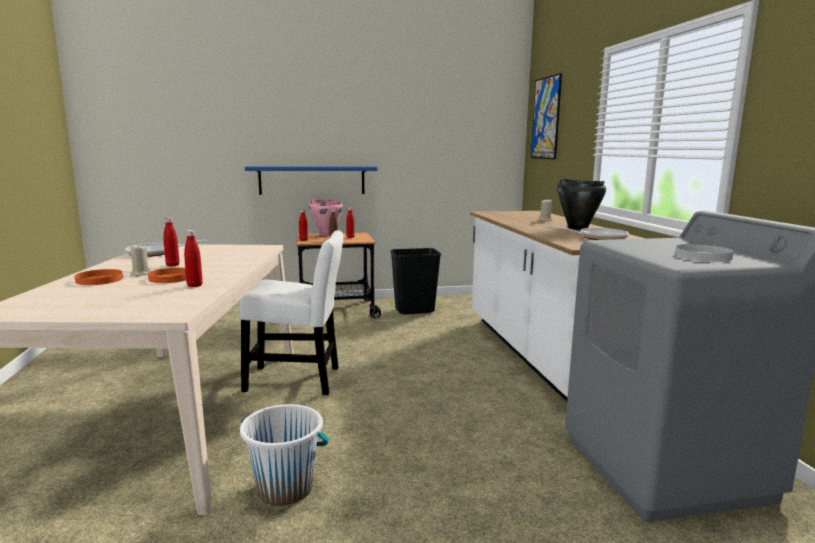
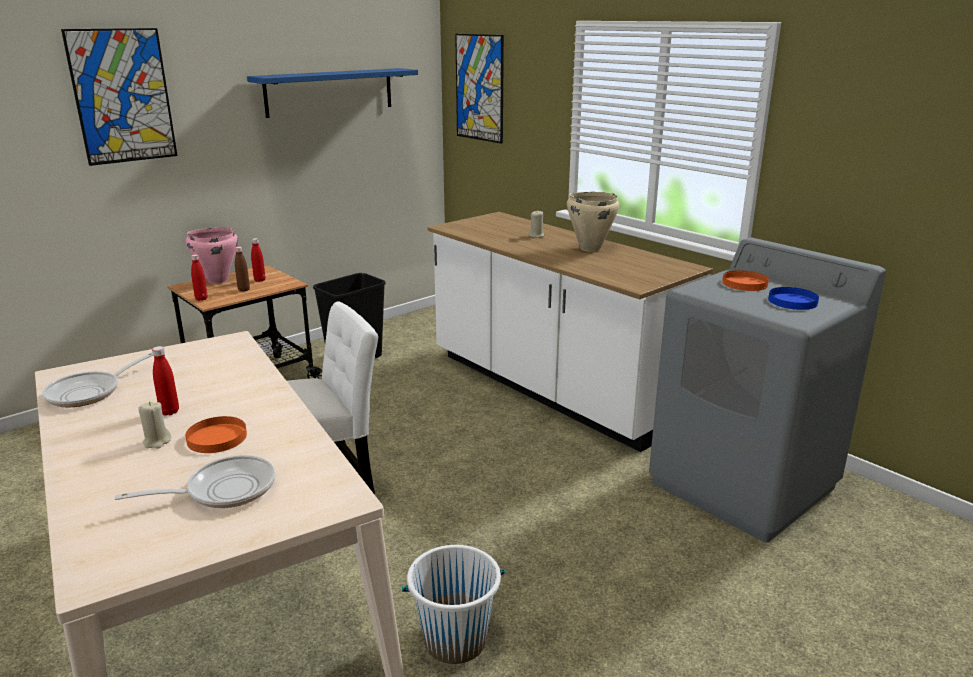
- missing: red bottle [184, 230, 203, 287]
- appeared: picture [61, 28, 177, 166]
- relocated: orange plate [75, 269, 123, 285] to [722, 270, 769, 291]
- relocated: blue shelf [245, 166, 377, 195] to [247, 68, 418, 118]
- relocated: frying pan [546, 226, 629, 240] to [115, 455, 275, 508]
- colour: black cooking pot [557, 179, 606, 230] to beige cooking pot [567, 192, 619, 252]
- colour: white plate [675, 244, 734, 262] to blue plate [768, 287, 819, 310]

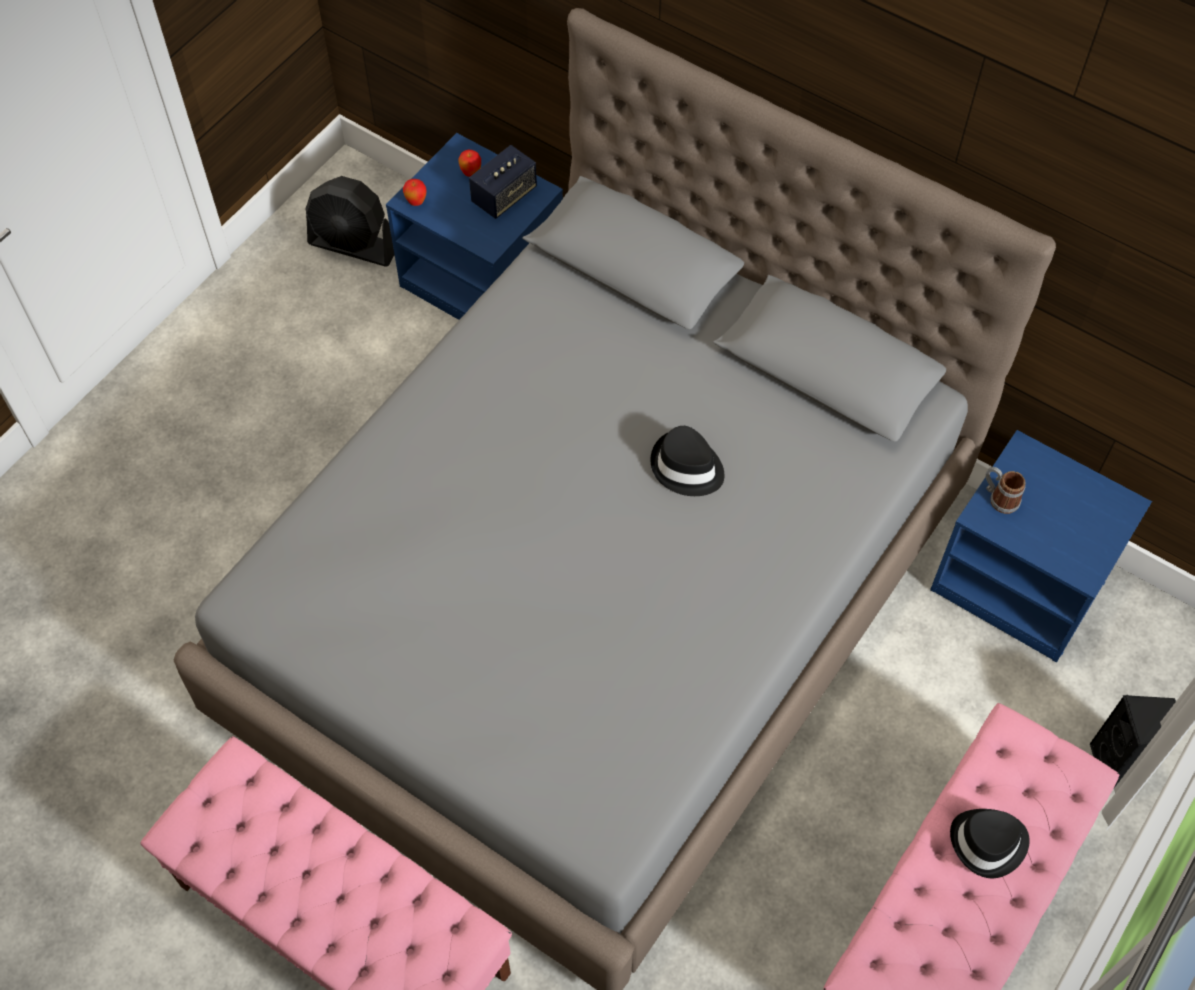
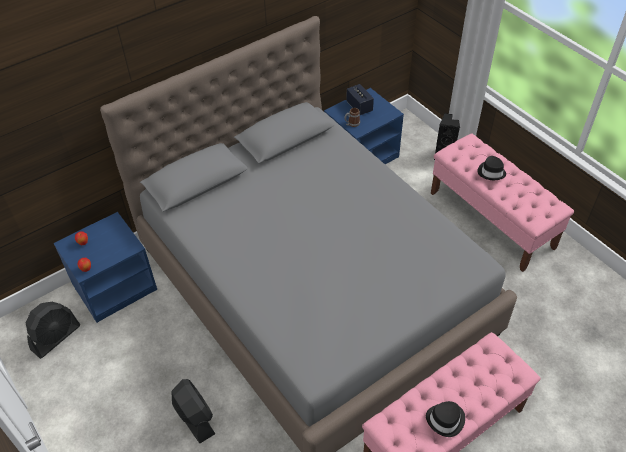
- appeared: black fan [171, 379, 215, 443]
- relocated: speaker [469, 145, 537, 219] to [346, 84, 374, 115]
- relocated: black hat [650, 426, 724, 496] to [426, 401, 465, 437]

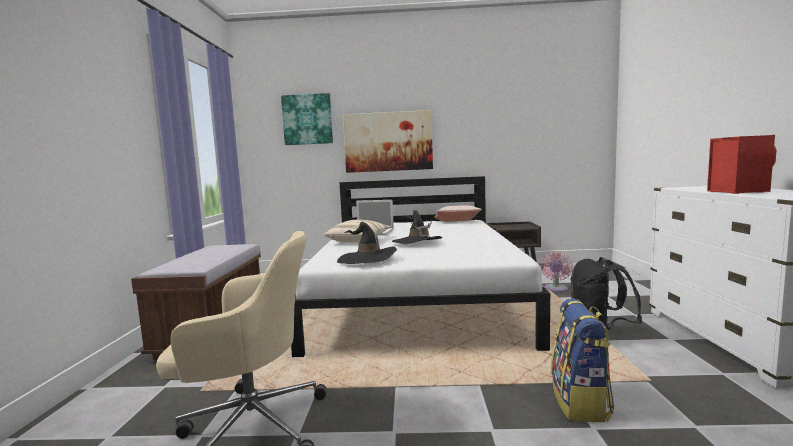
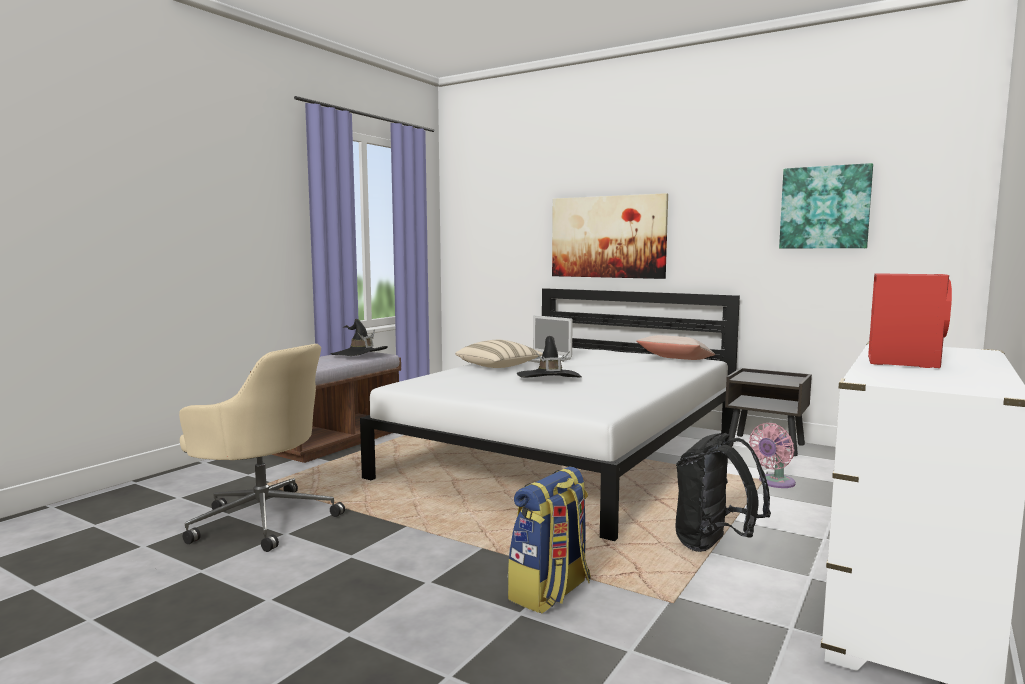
- relocated: picture [281, 93, 333, 145] to [779, 163, 873, 248]
- relocated: black hat [337, 222, 397, 264] to [330, 319, 388, 356]

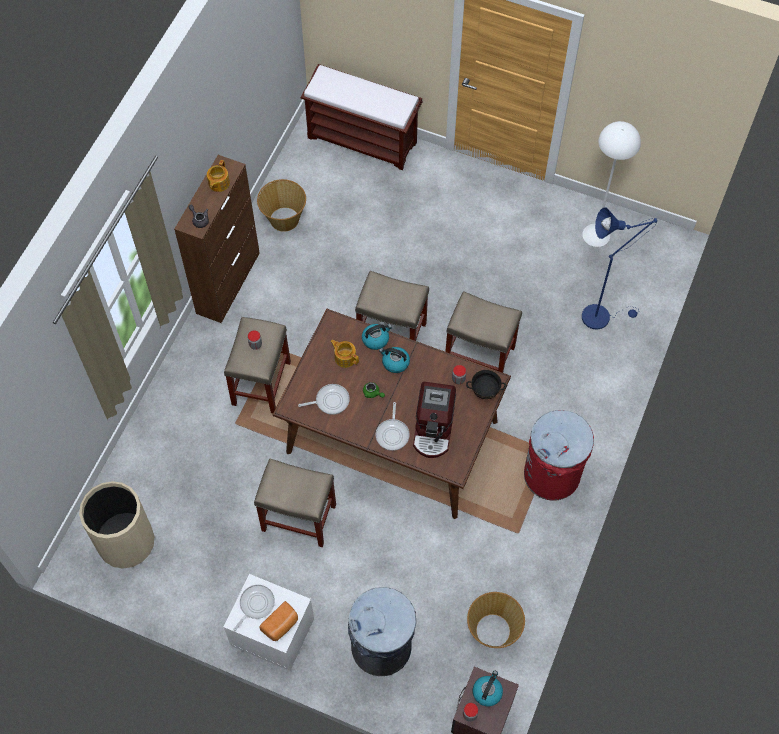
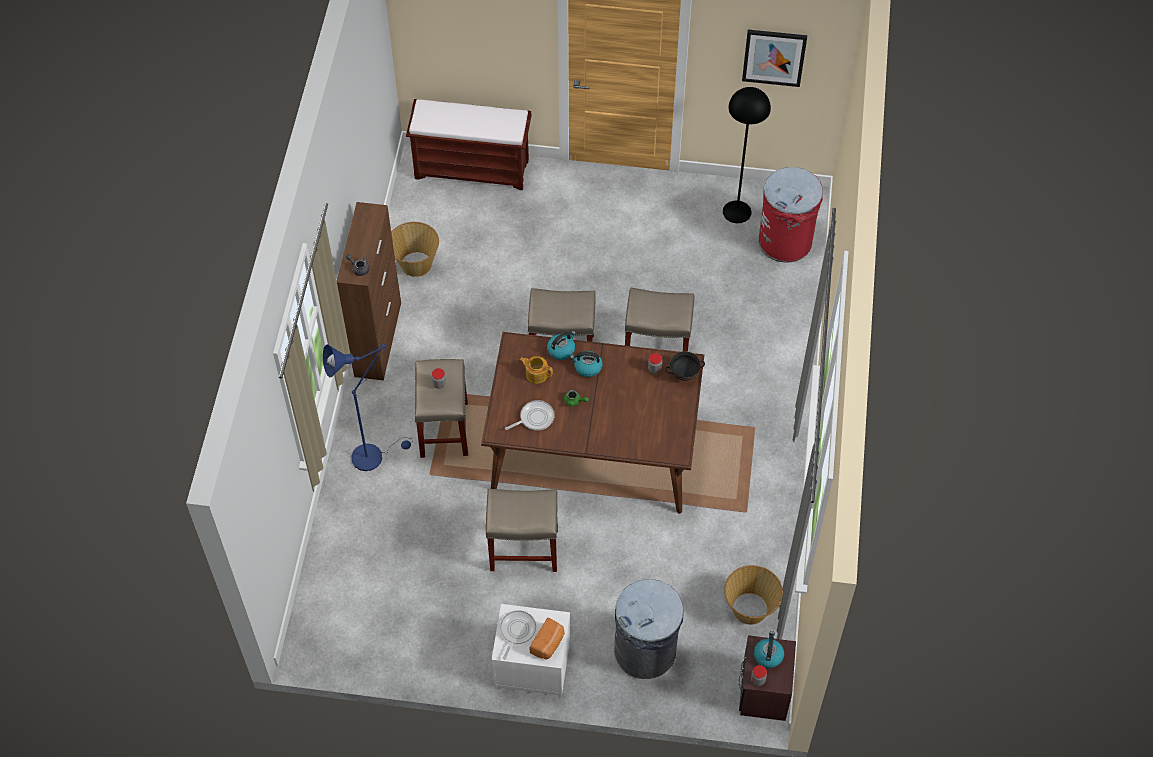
- missing: beige trash can [79, 481, 154, 569]
- missing: teapot [207, 160, 230, 192]
- missing: frying pan [376, 402, 410, 451]
- missing: coffee machine [413, 382, 456, 458]
- appeared: picture [742, 30, 807, 87]
- relocated: red trash can [524, 410, 594, 501] to [759, 167, 823, 262]
- relocated: blue floor lamp [582, 208, 657, 330] to [323, 344, 413, 471]
- colour: white floor lamp [582, 121, 641, 247] to black floor lamp [723, 87, 771, 223]

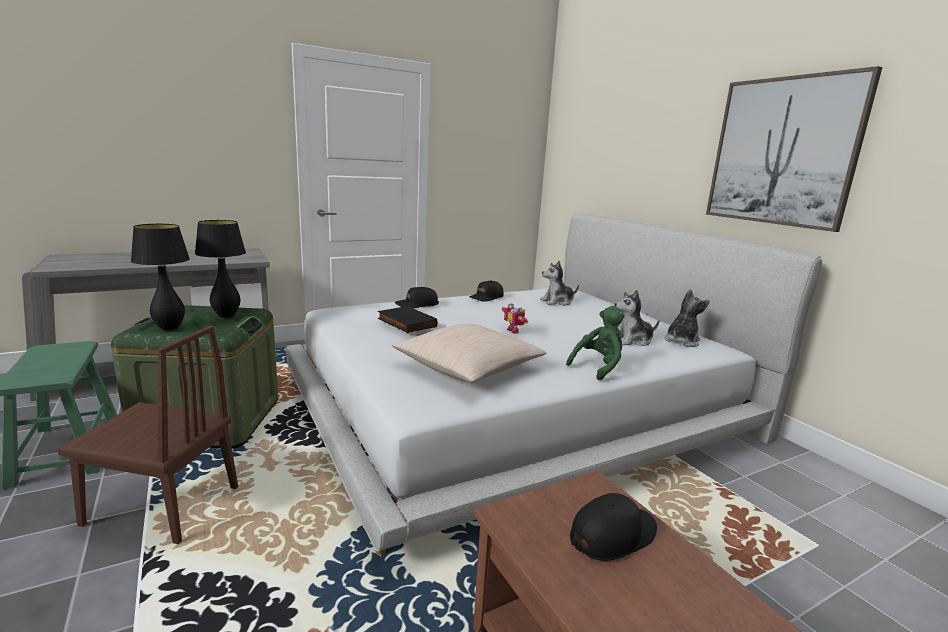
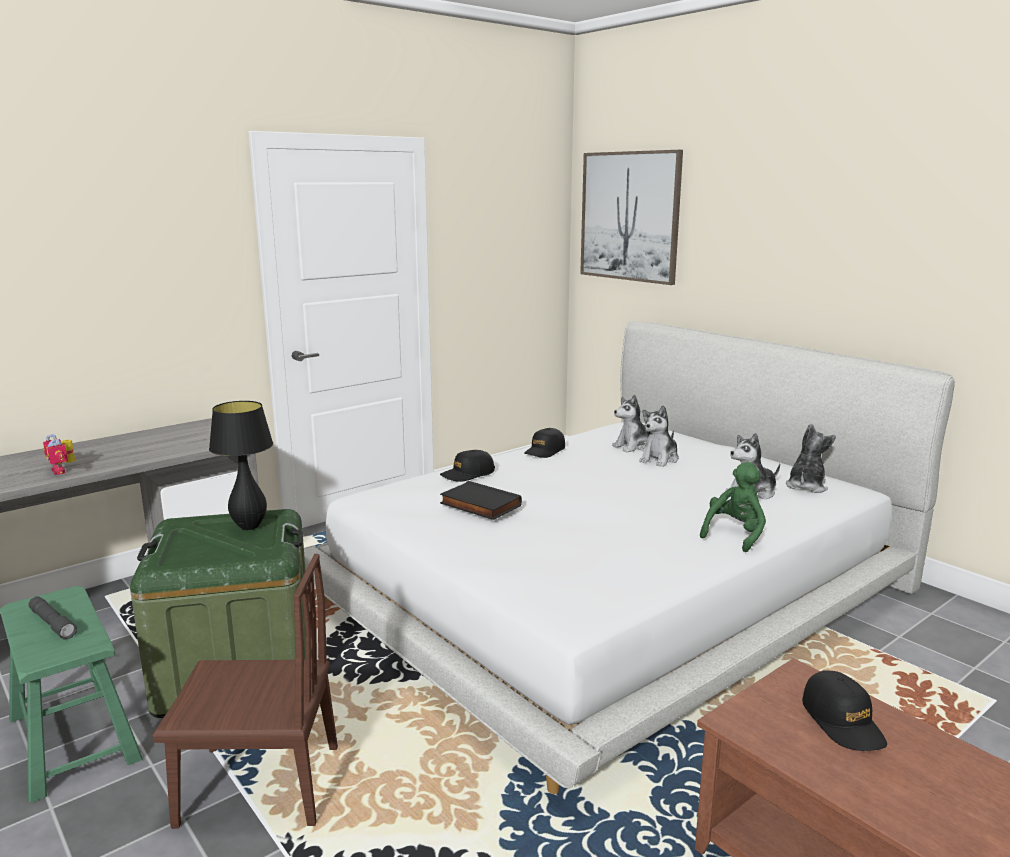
- missing: black table lamp [131, 224, 190, 330]
- missing: beige pillow [392, 323, 547, 383]
- appeared: grey flashlight [28, 597, 77, 640]
- appeared: plush toy [639, 405, 679, 467]
- relocated: toy robot [502, 303, 528, 333] to [43, 434, 75, 475]
- relocated: picture [706, 66, 882, 232] to [580, 150, 683, 285]
- spun: black cap [570, 493, 657, 561] = [802, 670, 887, 751] 120 degrees clockwise

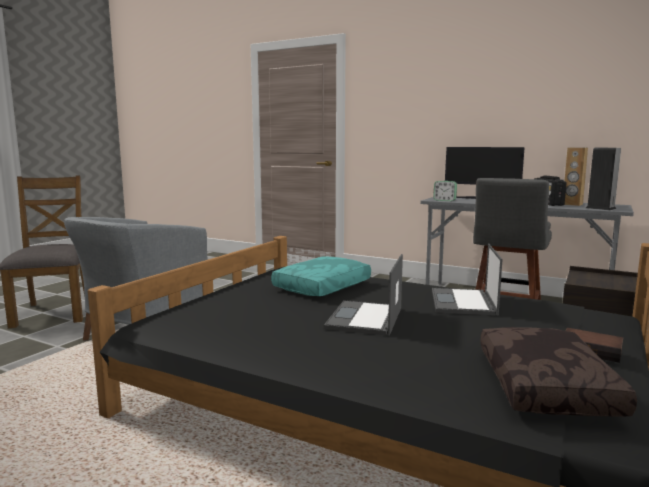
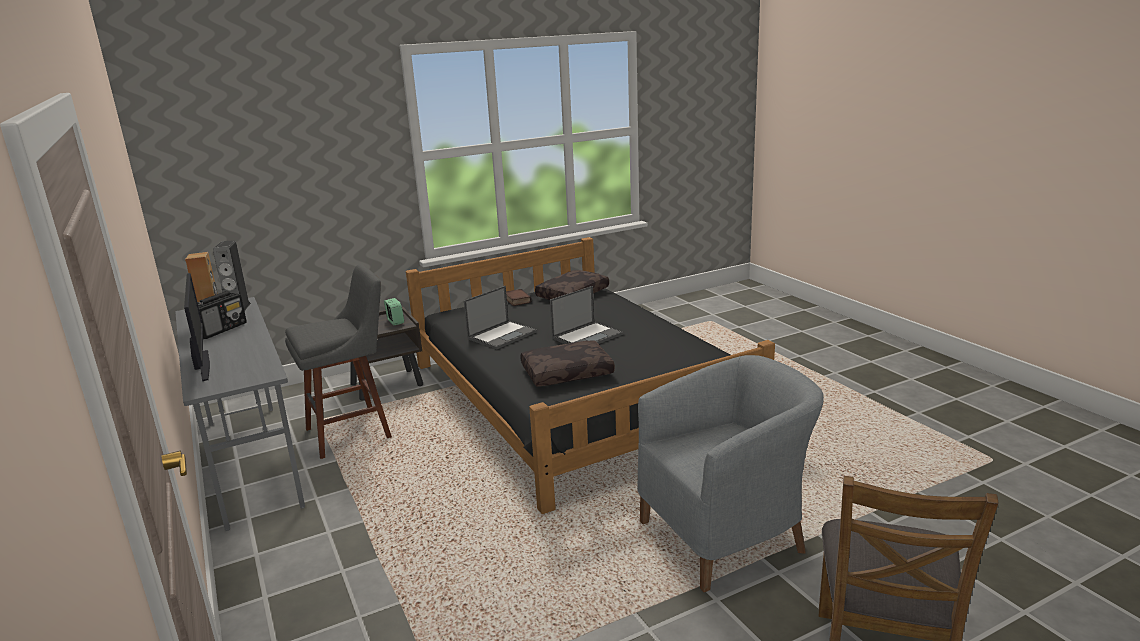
- relocated: alarm clock [433, 181, 457, 201] to [384, 298, 404, 325]
- colour: turquoise pillow [271, 256, 371, 296] to brown pillow [520, 340, 615, 387]

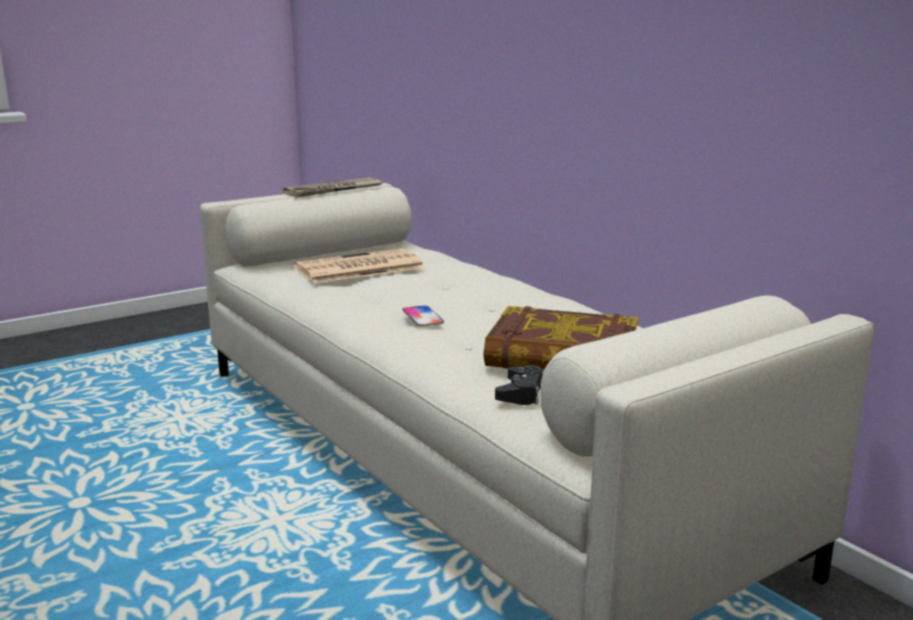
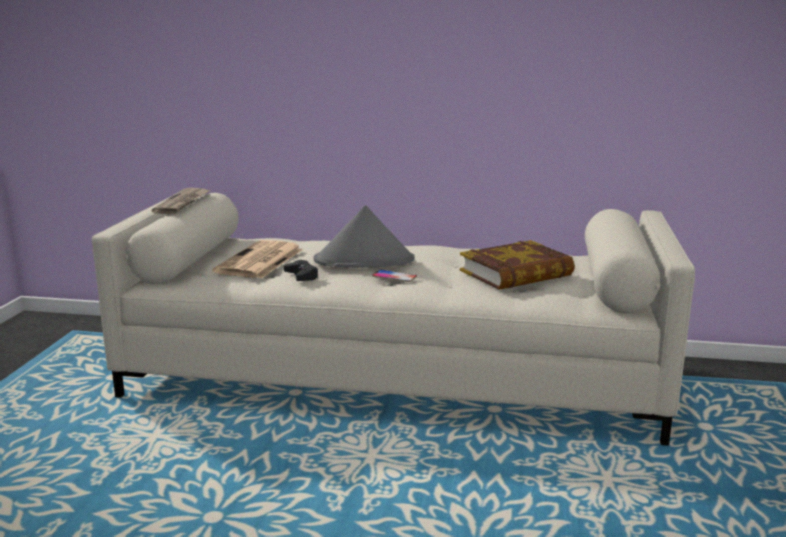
- appeared: grey hat [314, 206, 415, 268]
- relocated: black game controller [495, 365, 545, 405] to [284, 260, 319, 281]

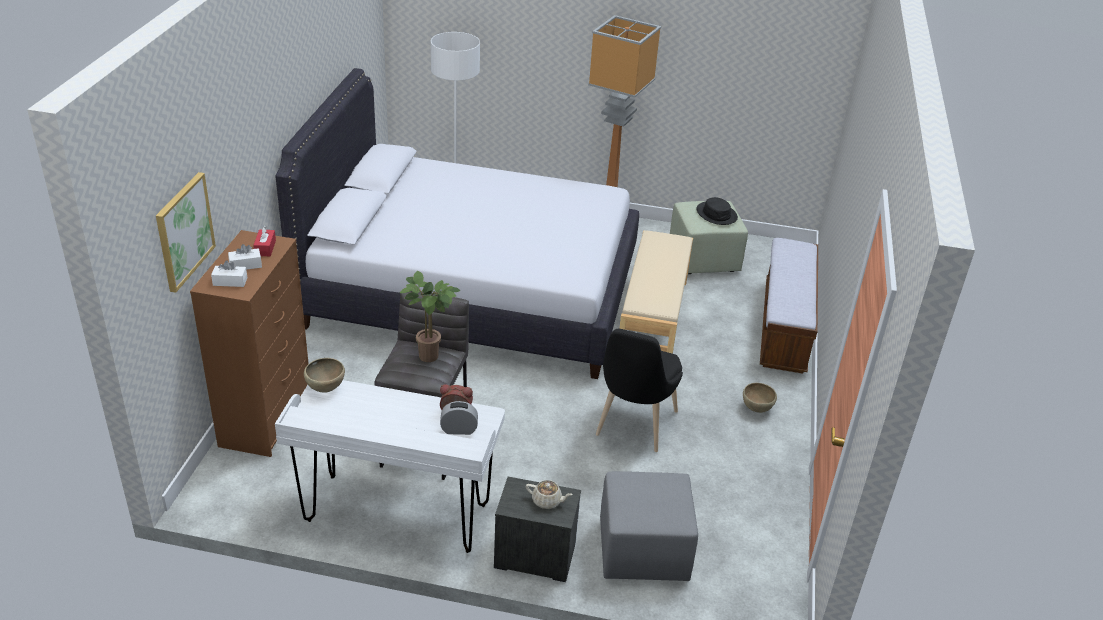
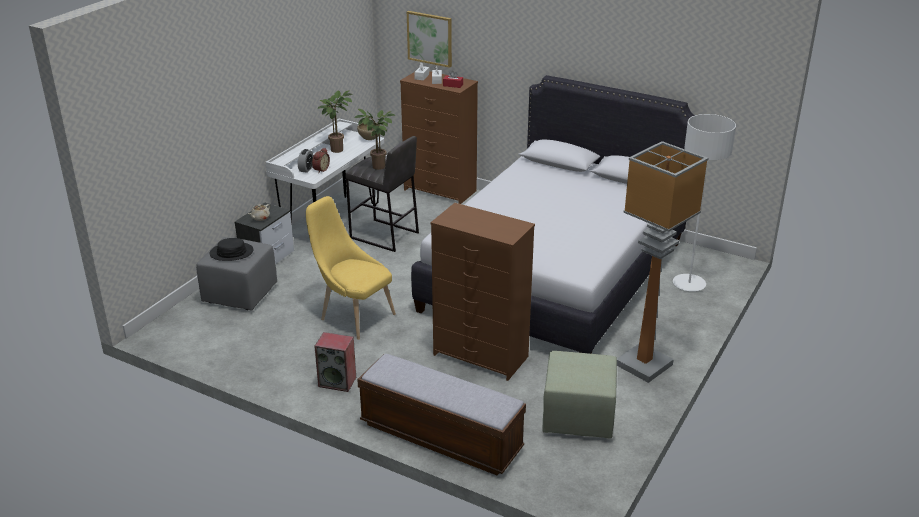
- appeared: potted plant [318, 90, 352, 153]
- relocated: black hat [696, 197, 738, 225] to [210, 238, 254, 261]
- exchanged: beige bench [619, 230, 693, 354] to brown dresser [431, 203, 535, 381]
- exchanged: brown bowl [743, 383, 777, 413] to speaker [314, 332, 356, 392]
- colour: black chair [596, 329, 683, 452] to yellow chair [306, 196, 396, 340]

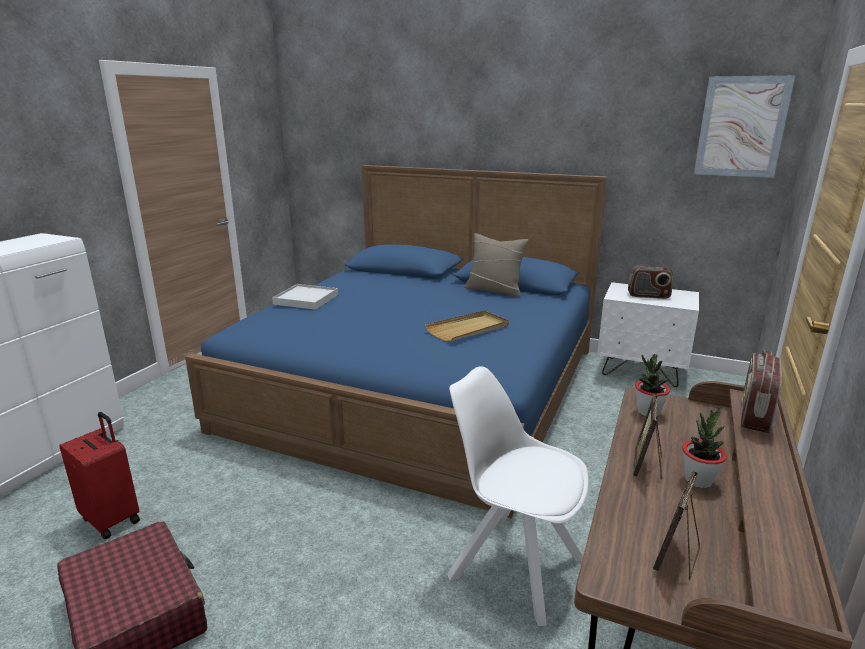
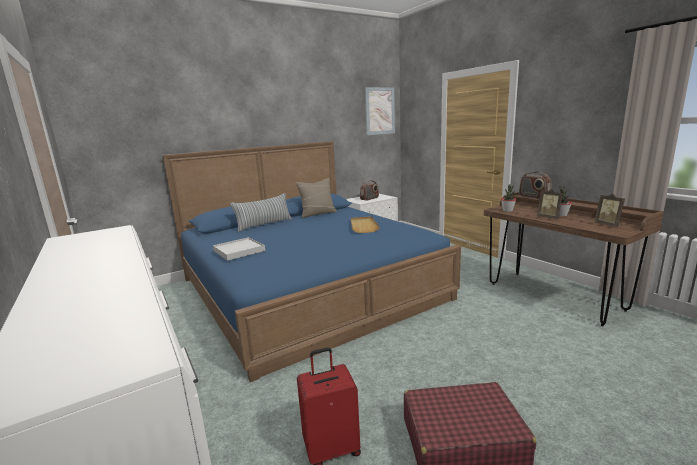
- missing: white chair [447, 366, 589, 626]
- appeared: pillow [230, 193, 292, 232]

